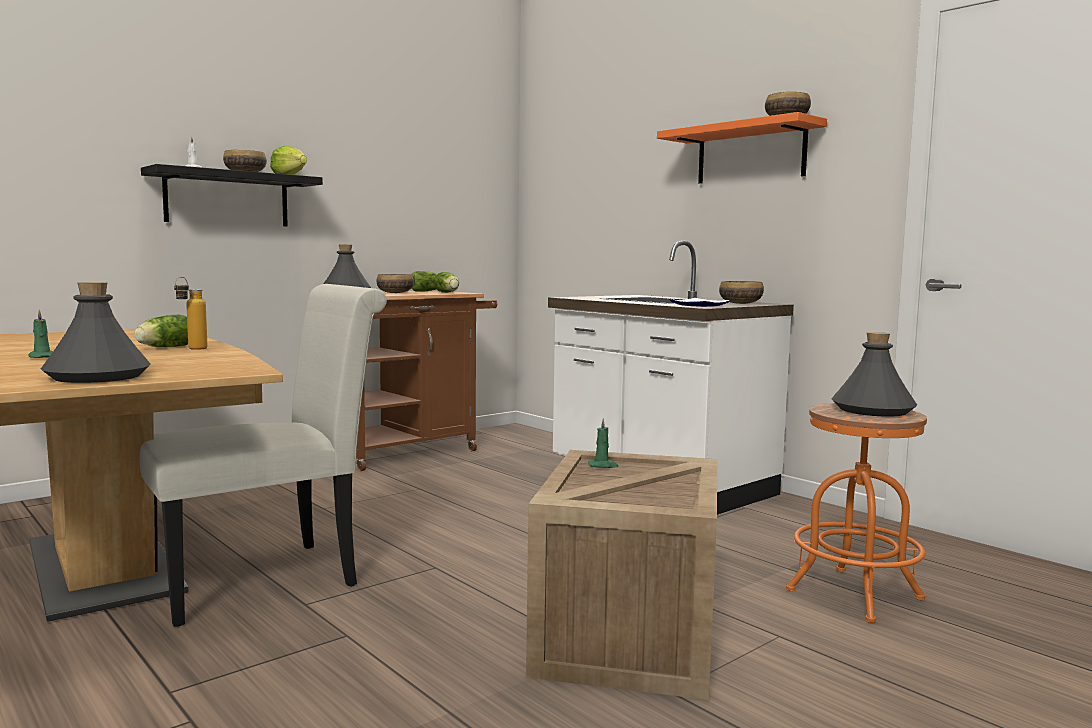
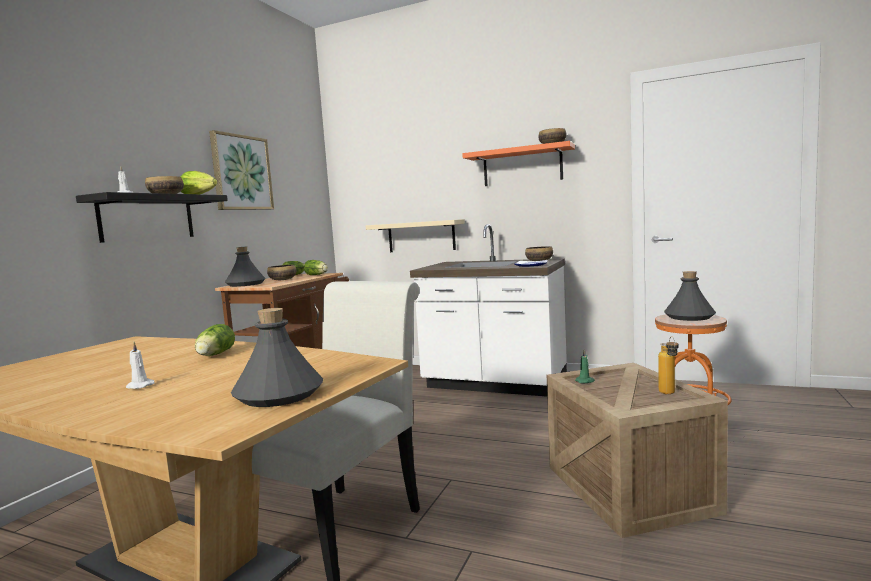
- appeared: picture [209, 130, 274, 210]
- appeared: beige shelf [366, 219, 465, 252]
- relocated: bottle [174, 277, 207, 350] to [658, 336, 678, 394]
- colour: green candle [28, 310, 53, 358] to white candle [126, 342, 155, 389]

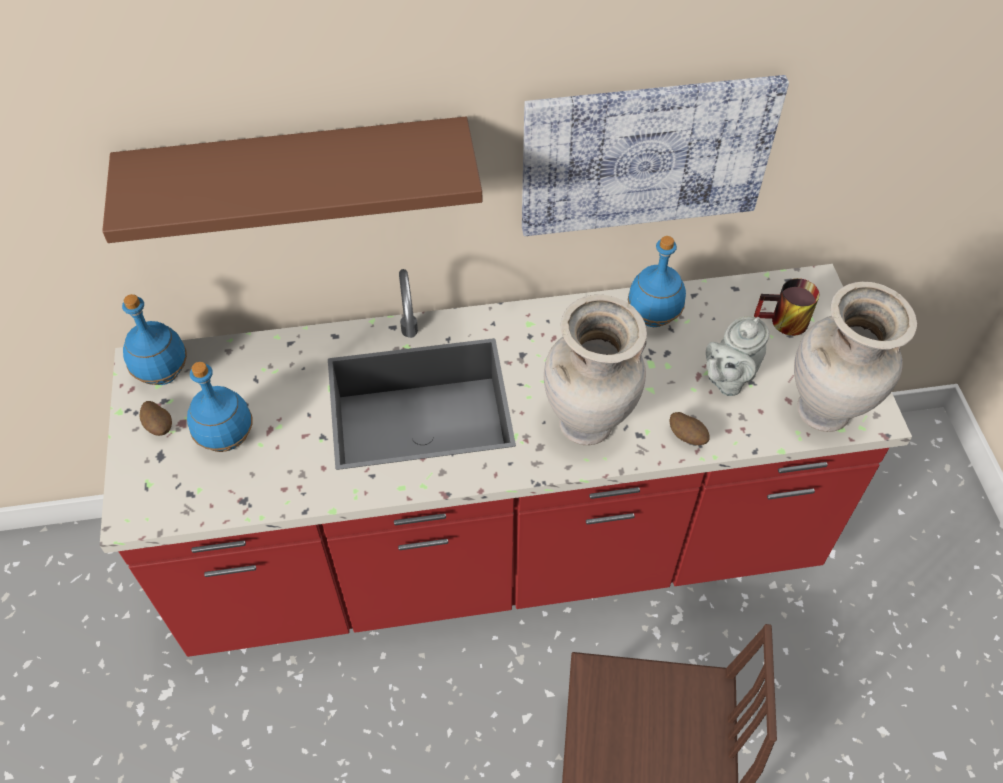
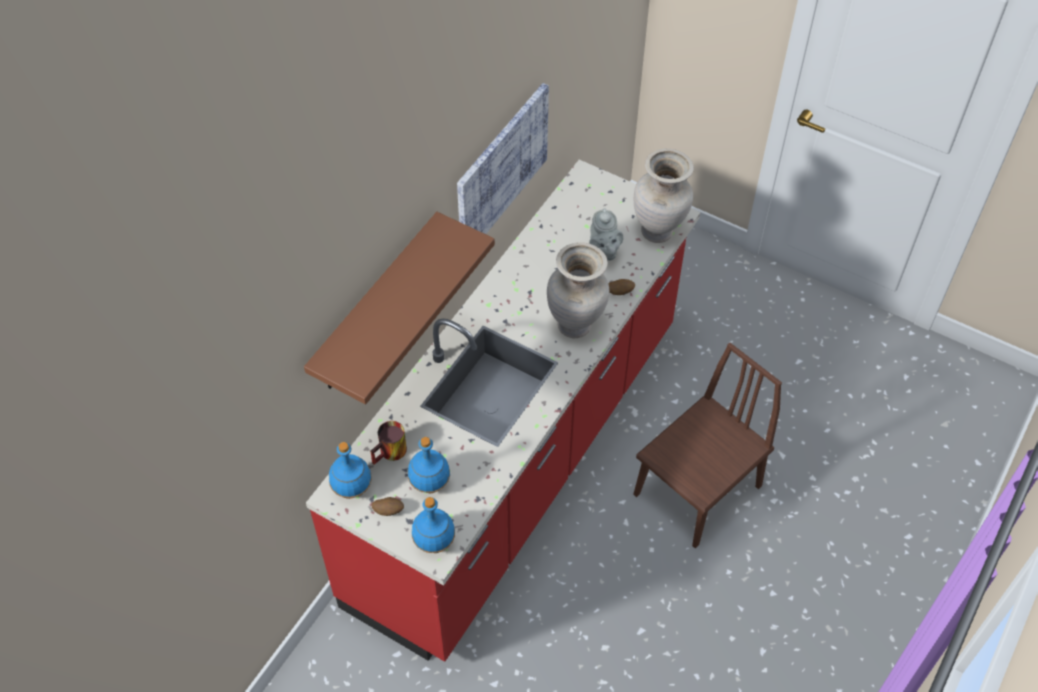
- relocated: blue bottle [628, 236, 686, 327] to [412, 497, 455, 553]
- relocated: mug [754, 278, 819, 336] to [370, 421, 407, 465]

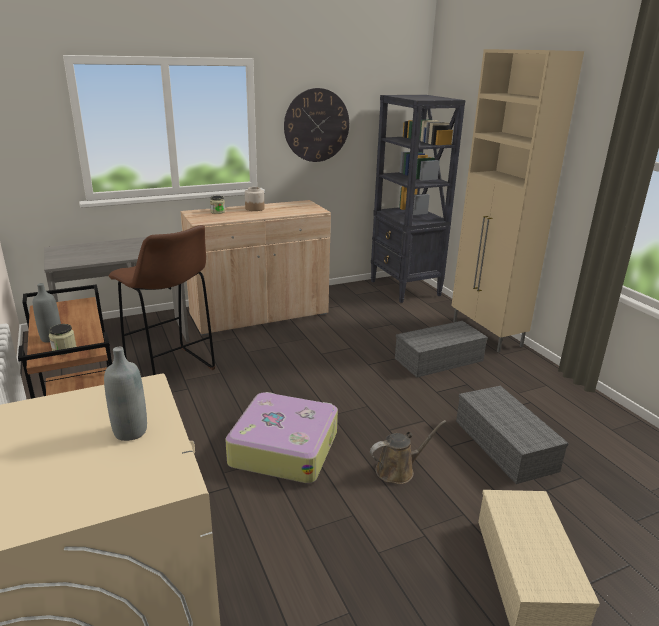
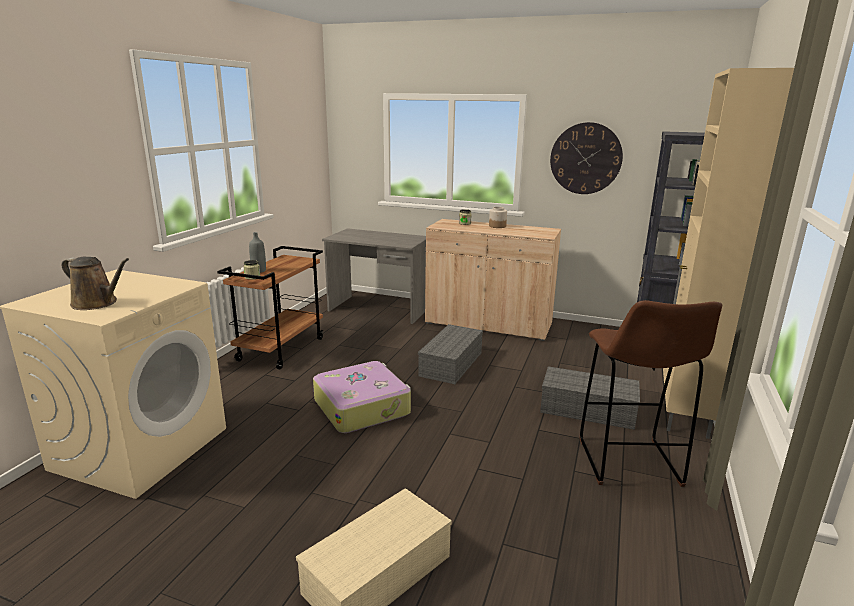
- missing: grey bottle [104, 347, 147, 441]
- relocated: brown stool [109, 225, 215, 377] to [580, 300, 722, 487]
- relocated: brown watering can [370, 420, 446, 484] to [61, 257, 129, 310]
- relocated: grey storage box [456, 386, 569, 484] to [418, 324, 483, 384]

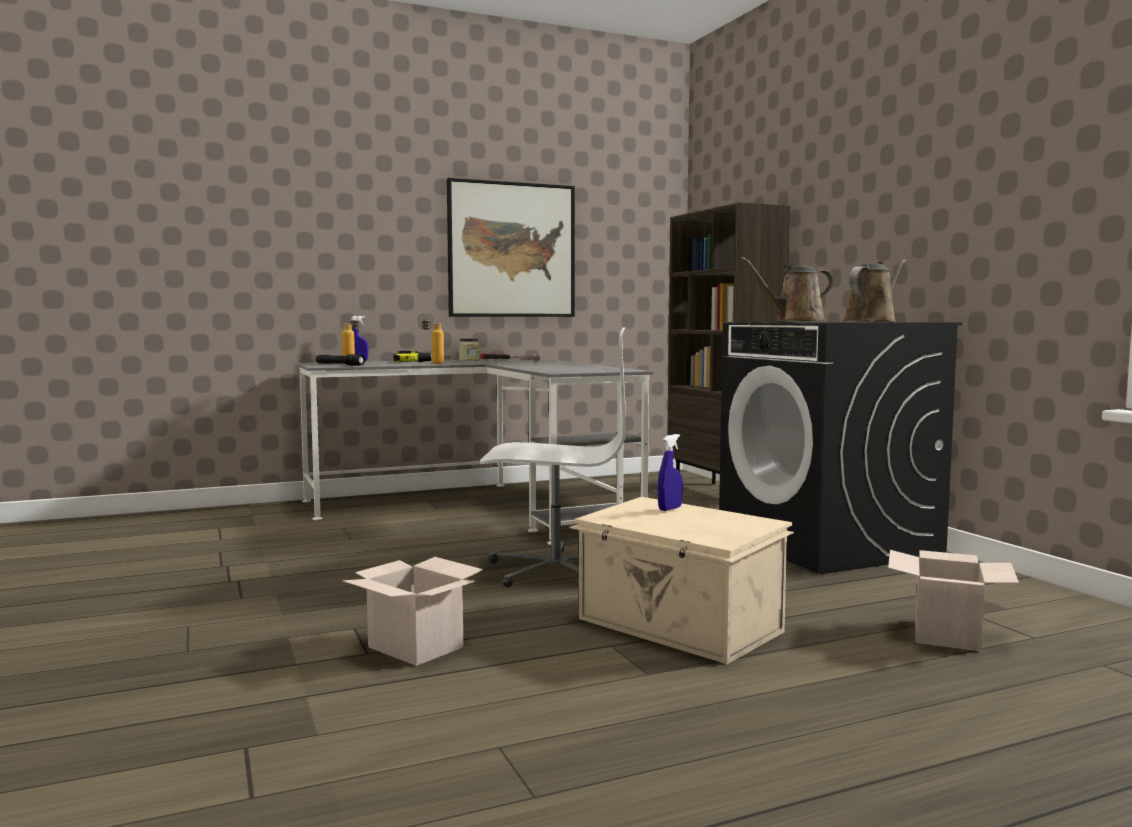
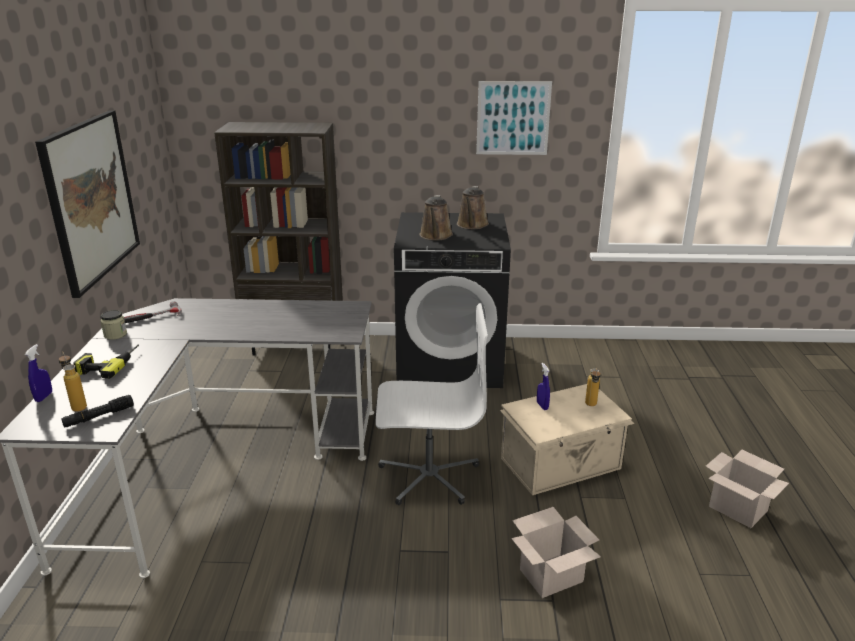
- appeared: picture [476, 81, 552, 155]
- relocated: bottle [421, 315, 444, 364] to [585, 368, 601, 406]
- relocated: cardboard box [888, 550, 1019, 651] to [705, 450, 789, 528]
- spun: white office chair [480, 327, 626, 587] = [375, 303, 488, 505] 60 degrees clockwise
- spun: brown watering can [843, 259, 906, 322] = [457, 186, 489, 229] 150 degrees counterclockwise

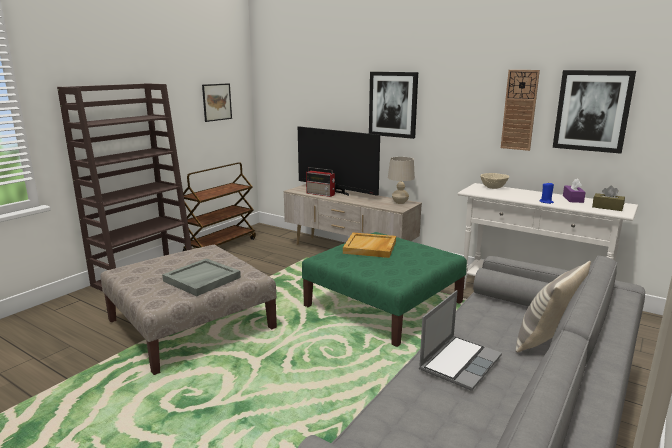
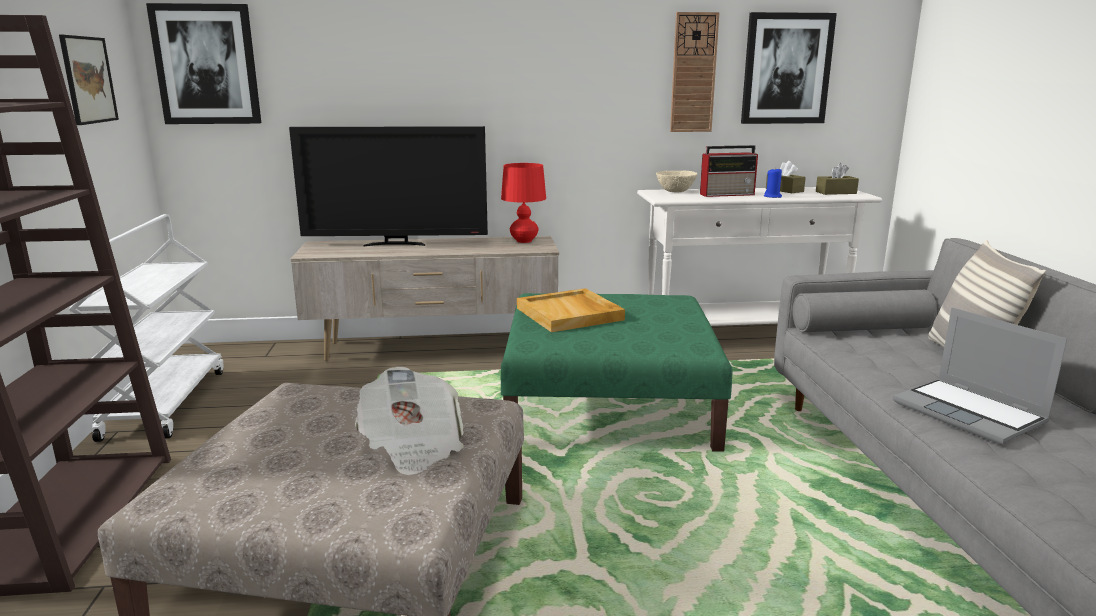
- relocated: radio [306, 167, 335, 197] to [700, 145, 758, 197]
- relocated: picture [369, 72, 418, 139] to [146, 3, 261, 124]
- exchanged: grey tray [162, 258, 241, 296] to newspaper [355, 367, 464, 475]
- colour: brown cart [183, 162, 256, 251] to white cart [69, 214, 224, 442]
- colour: beige table lamp [388, 157, 415, 204] to red table lamp [501, 163, 546, 243]
- colour: purple tissue box [563, 178, 586, 203] to brown tissue box [766, 161, 806, 193]
- spun: laptop [419, 290, 502, 391] = [893, 308, 1067, 444] 150 degrees clockwise

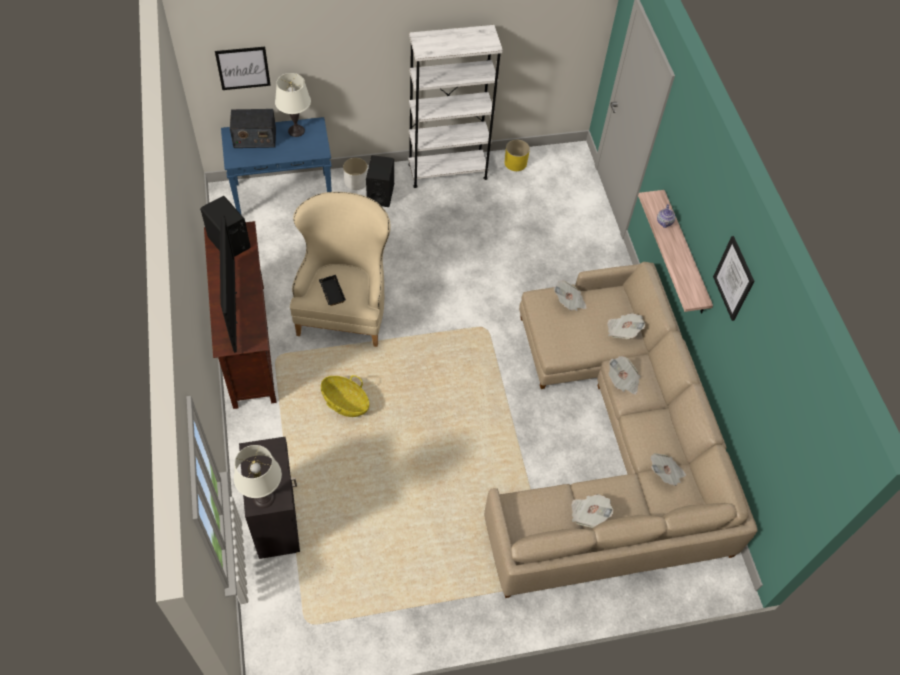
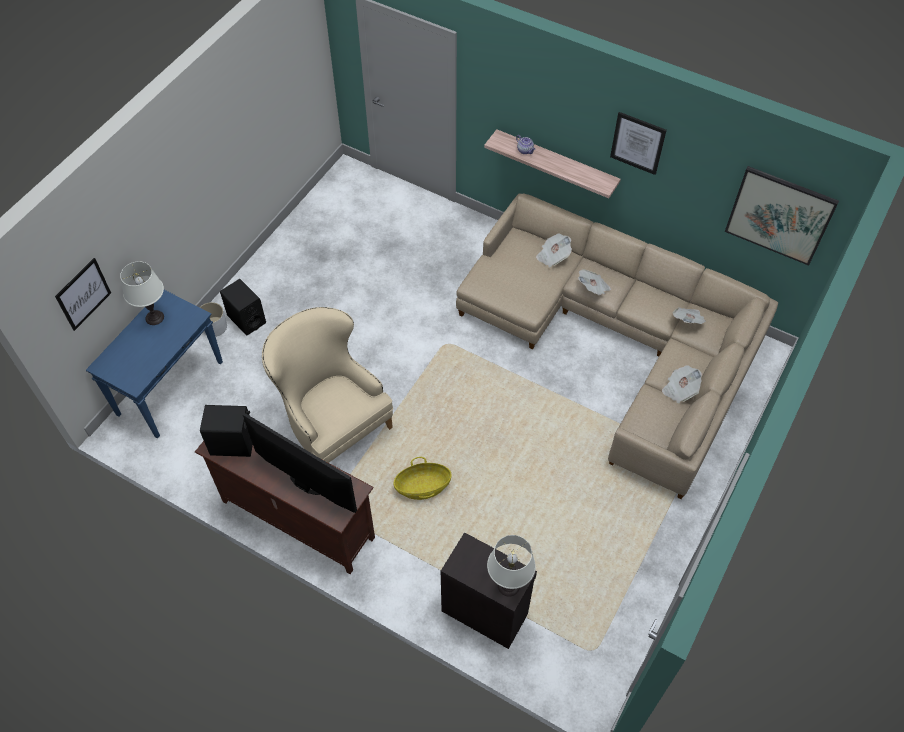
- missing: radio [230, 109, 276, 148]
- missing: black tray [319, 275, 346, 306]
- missing: white bookcase [408, 25, 503, 188]
- missing: yellow planter [505, 140, 530, 171]
- missing: newspaper [554, 280, 587, 311]
- appeared: picture [725, 166, 839, 266]

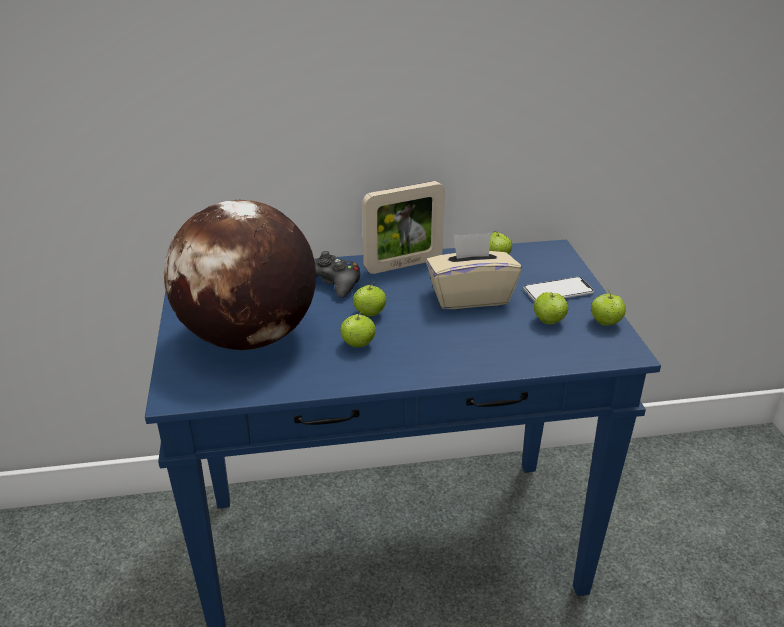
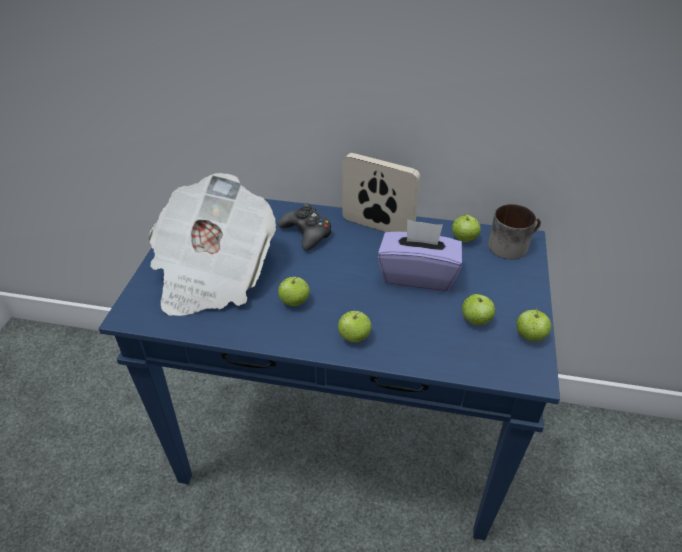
- missing: phone [523, 277, 594, 302]
- appeared: mug [488, 204, 541, 259]
- relocated: apple [353, 282, 386, 316] to [338, 311, 371, 342]
- exchanged: globe [164, 200, 316, 351] to newspaper [149, 173, 276, 316]
- colour: beige tissue box [426, 233, 522, 309] to purple tissue box [377, 219, 462, 291]
- spun: picture frame [362, 181, 445, 274] = [342, 153, 420, 232] 150 degrees counterclockwise

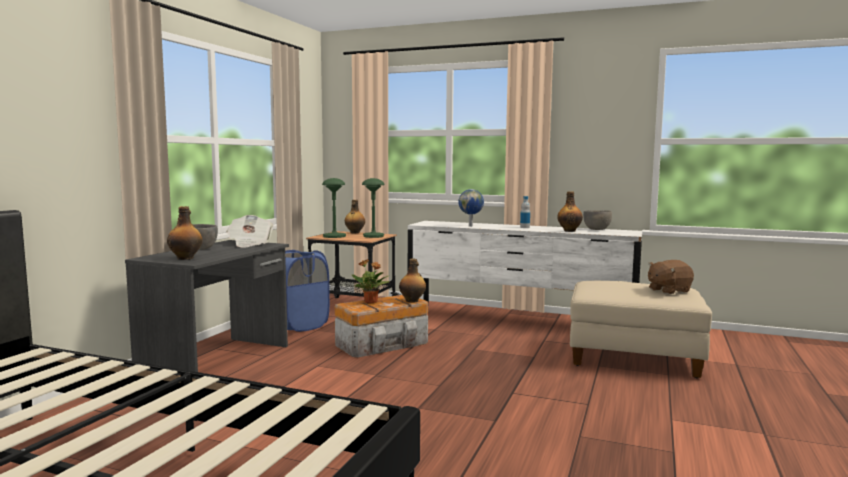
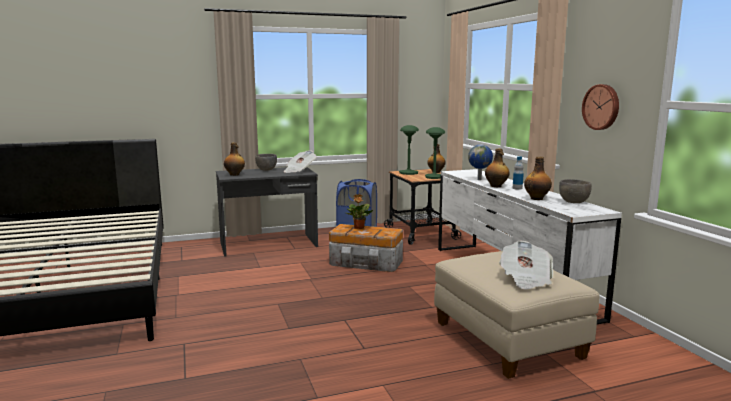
- appeared: wall clock [582, 84, 619, 130]
- relocated: bottle [399, 259, 426, 303] to [485, 149, 509, 187]
- exchanged: brown plush toy [648, 260, 694, 294] to newspaper [499, 241, 553, 289]

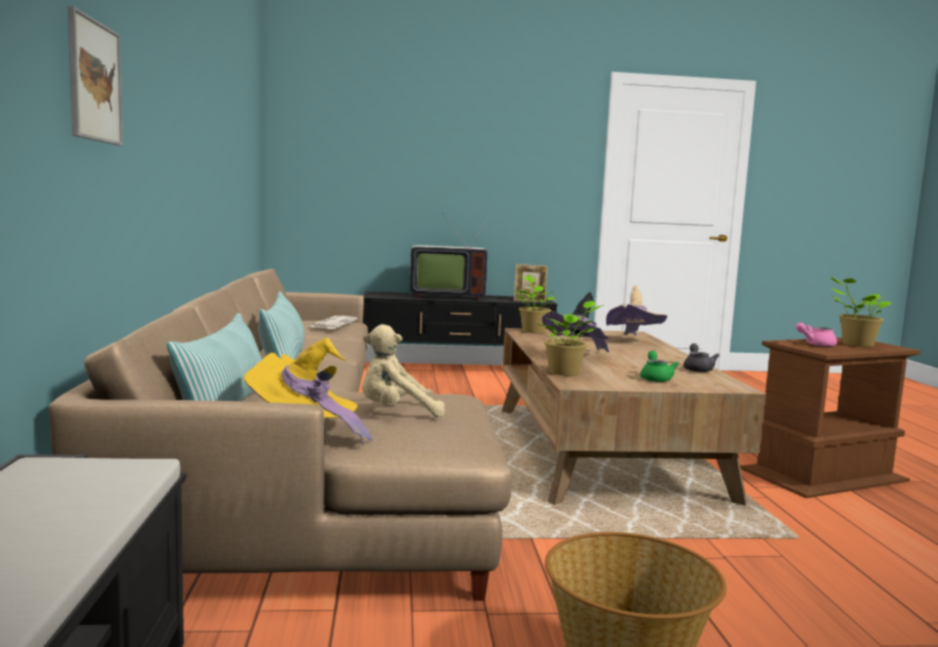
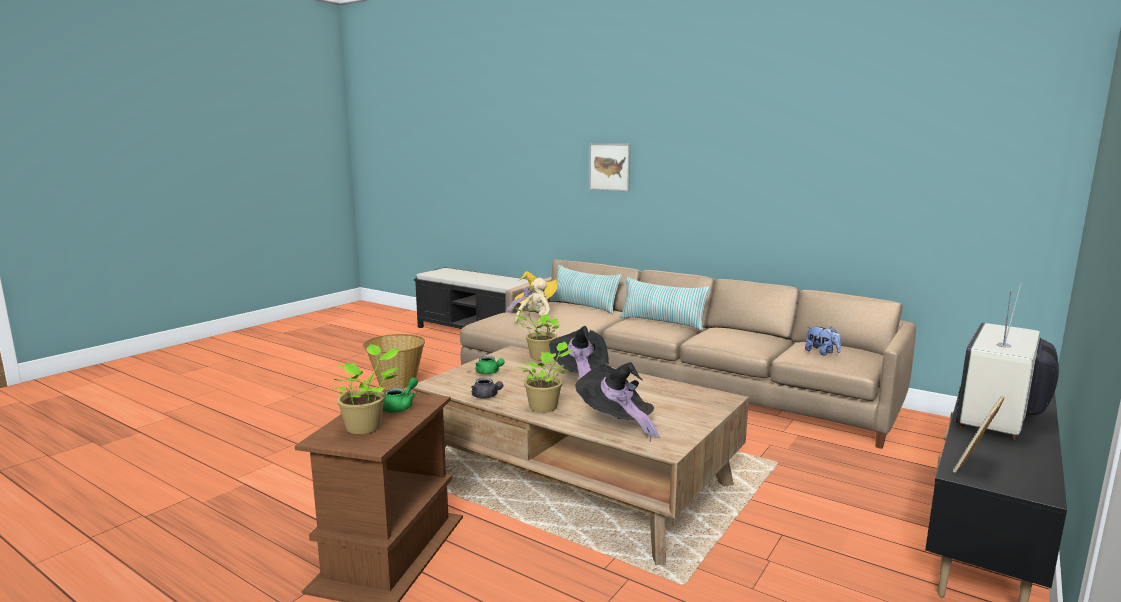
- relocated: potted plant [513, 275, 556, 333] to [516, 342, 573, 413]
- exchanged: newspaper [309, 316, 358, 329] to plush toy [805, 327, 841, 356]
- colour: beige hat [606, 285, 667, 336] to black hat [576, 362, 660, 441]
- colour: pink teapot [796, 322, 837, 347] to green teapot [383, 377, 418, 413]

